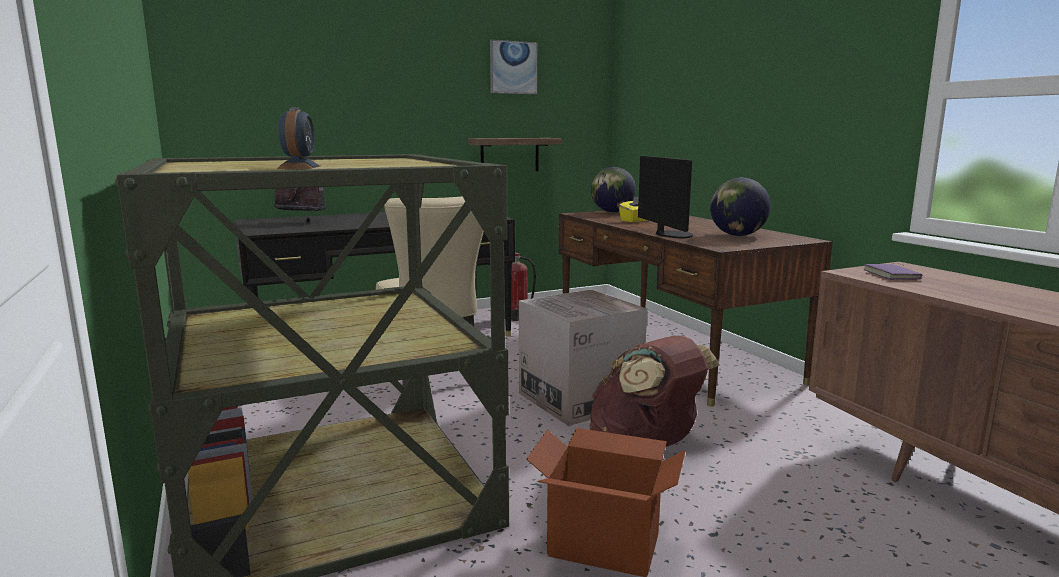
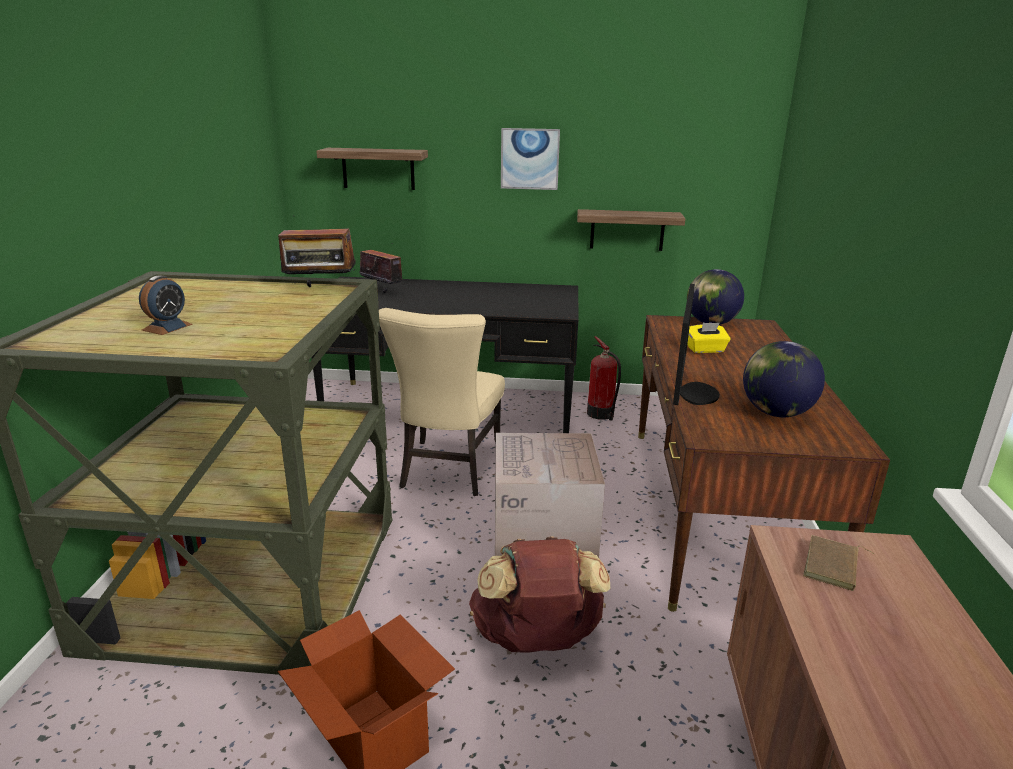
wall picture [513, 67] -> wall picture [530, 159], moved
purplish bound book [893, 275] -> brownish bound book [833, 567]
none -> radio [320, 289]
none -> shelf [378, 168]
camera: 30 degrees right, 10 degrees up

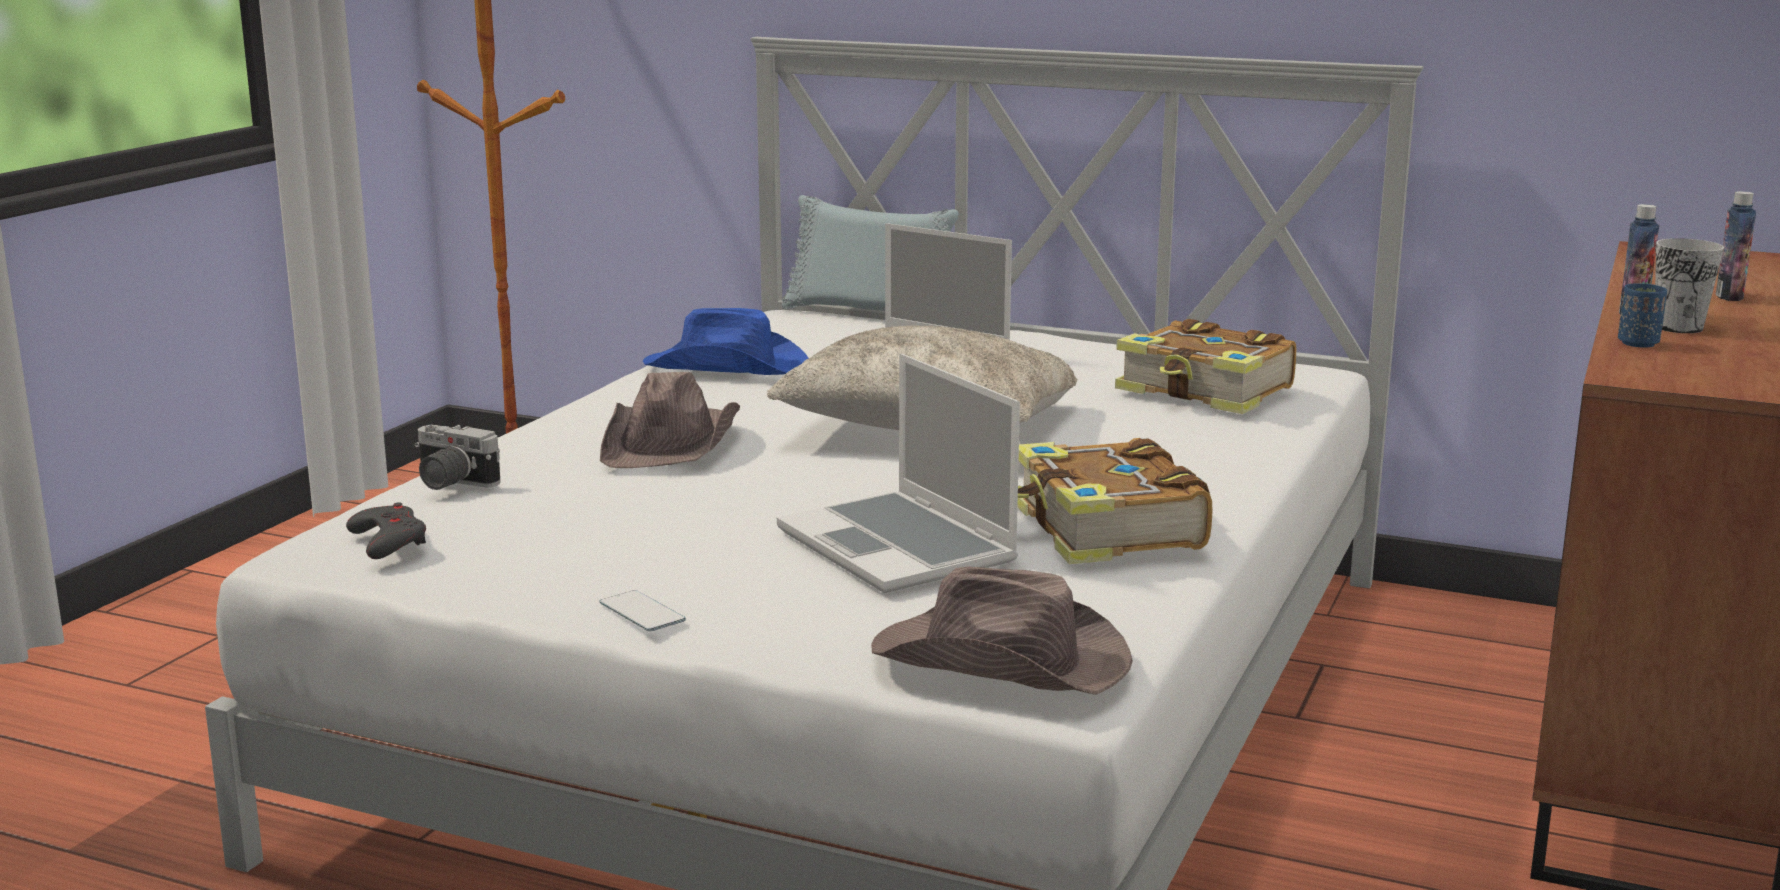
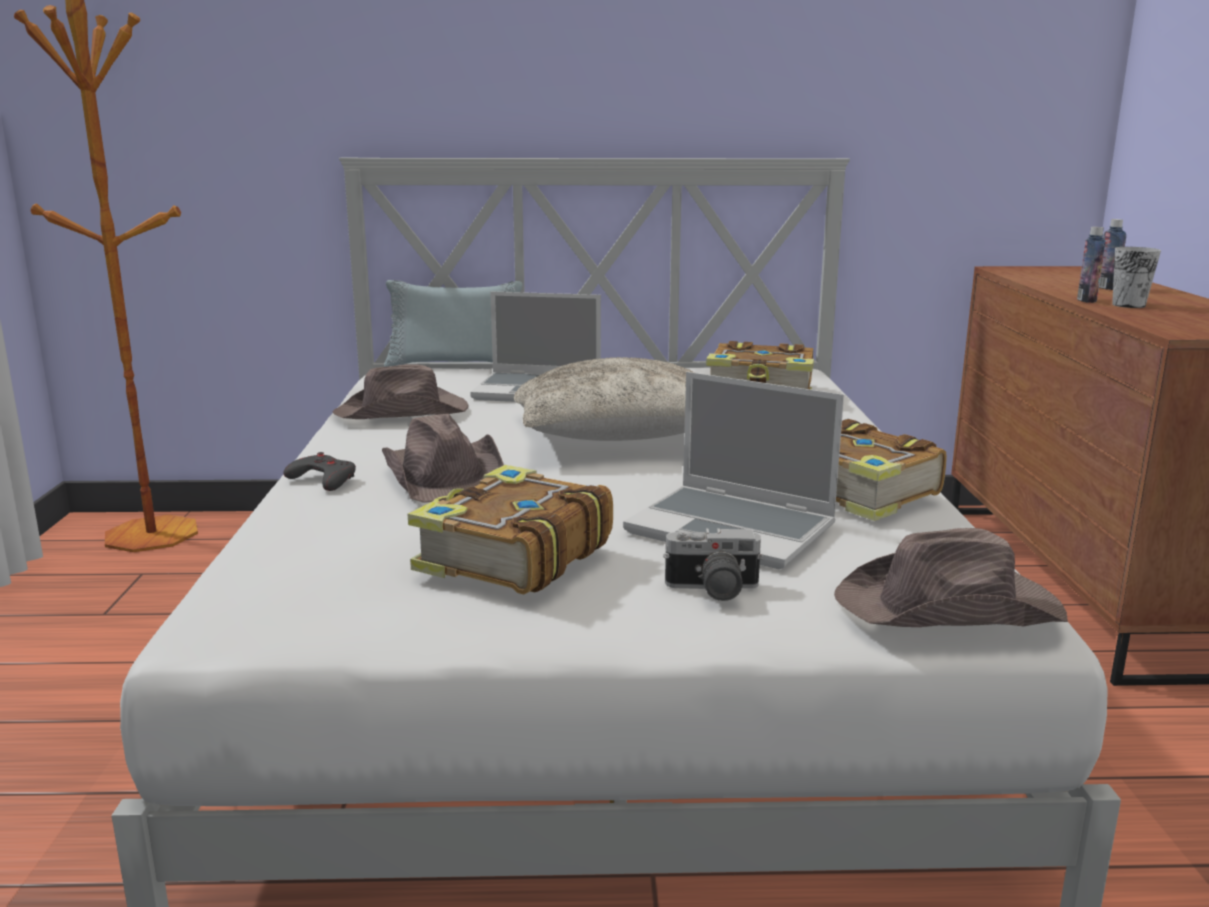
grey gamepad [388, 541] -> grey gamepad [323, 479], moved
photo camera [449, 484] -> photo camera [712, 591], moved
telephone [642, 612] -> none
blue-coloured clothing hat [728, 366] -> brownish clothing hat [403, 412]
blue-coloured cup [1638, 343] -> none
none -> bound book [511, 556]
camera: 25 degrees left, 0 degrees up

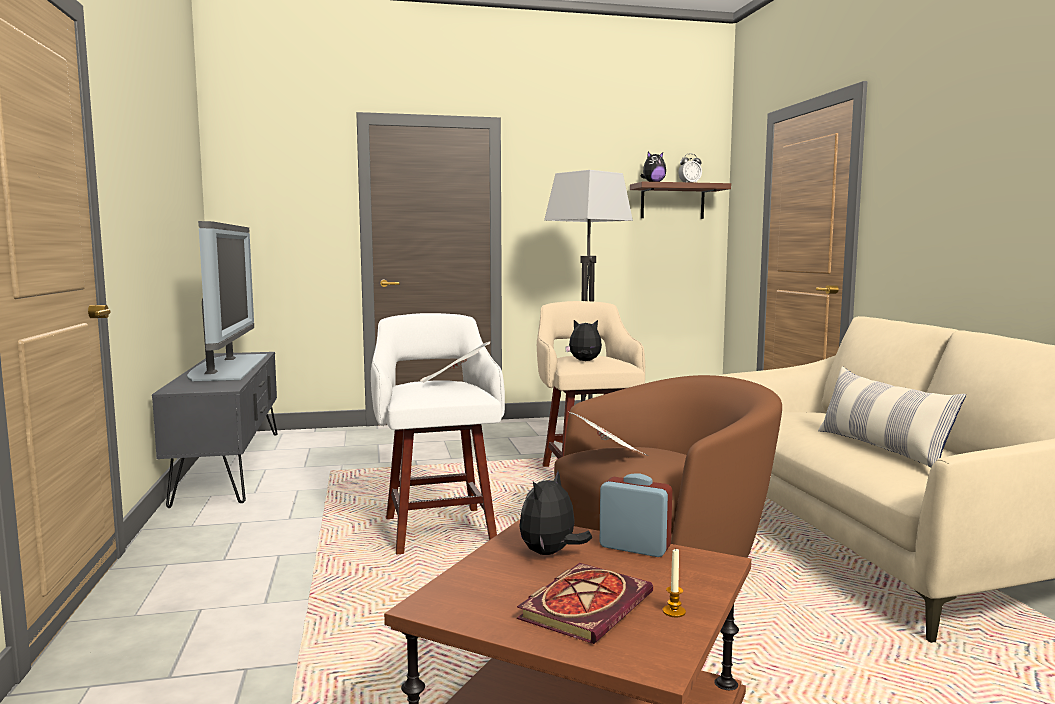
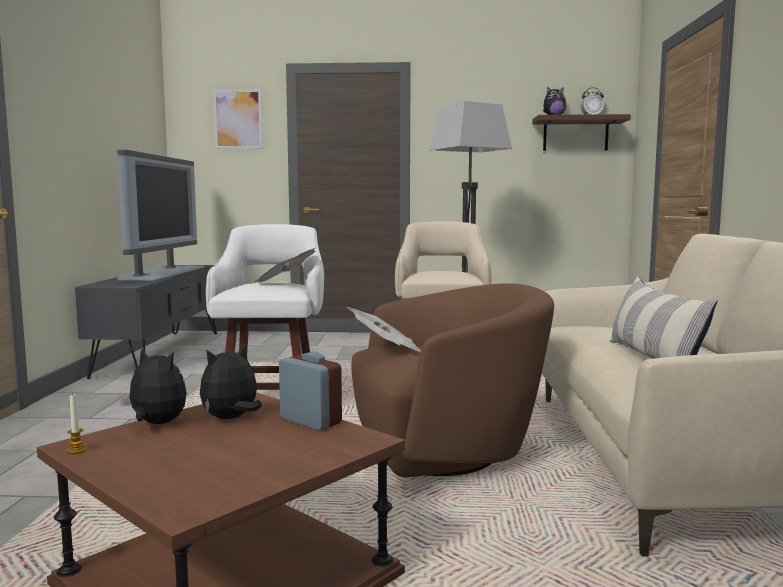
bound book [585, 605] -> none
soft toy [584, 361] -> soft toy [156, 424], moved
wax candle [674, 612] -> wax candle [76, 450], moved
none -> wall picture [238, 119]
camera: 15 degrees right, 0 degrees up

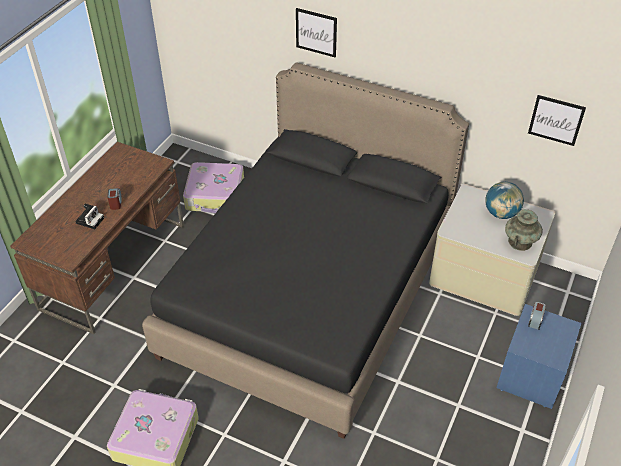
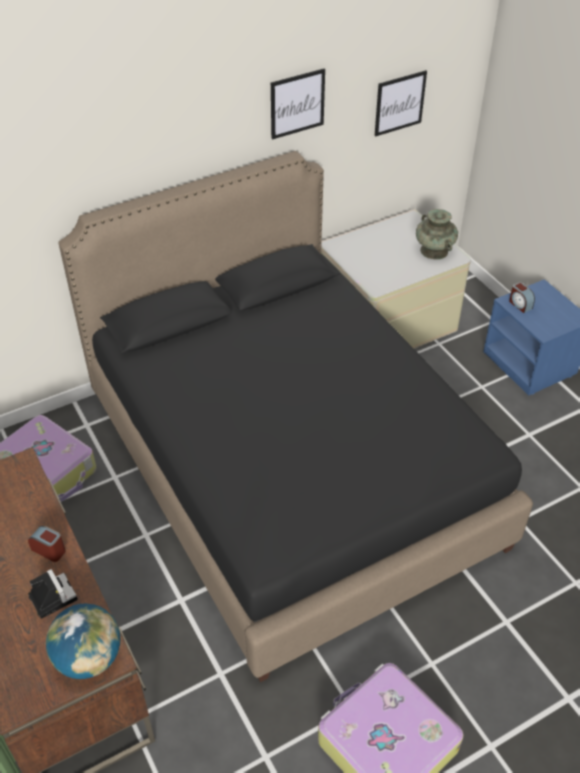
wall picture [316, 32] -> wall picture [297, 103], moved
globe [501, 213] -> globe [89, 658], moved
camera: 55 degrees left, 0 degrees up

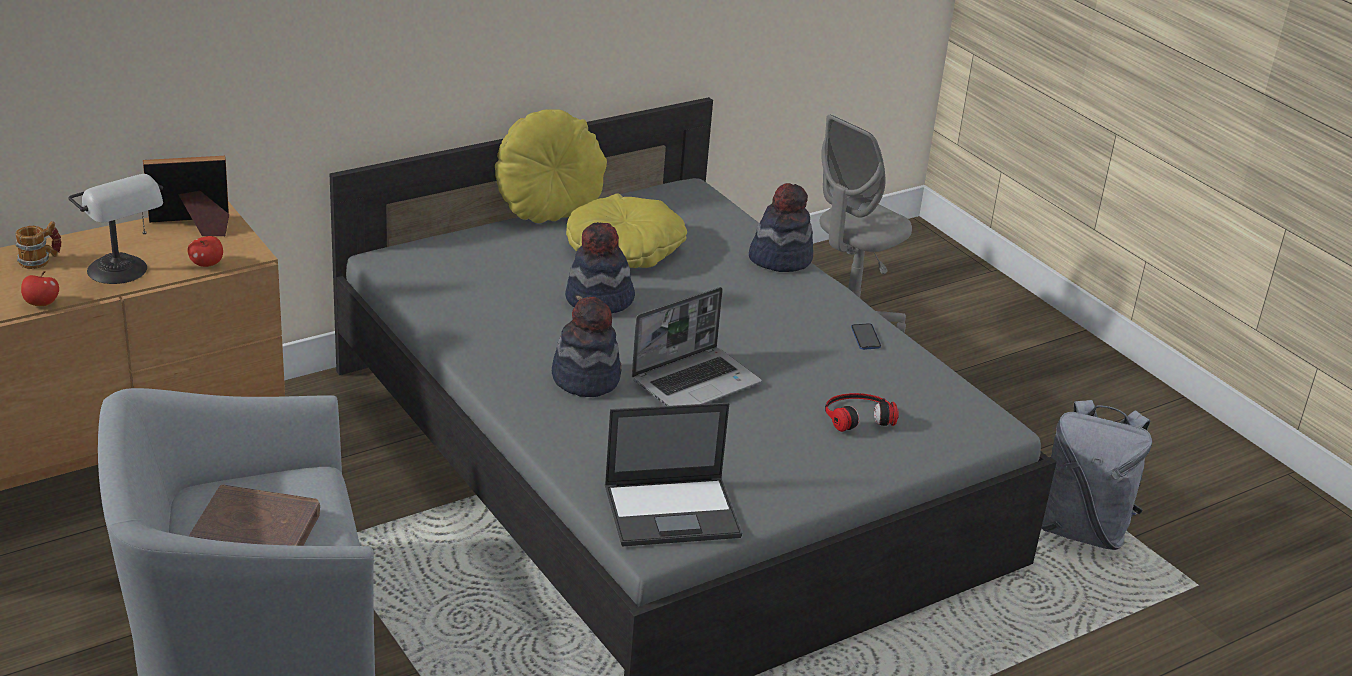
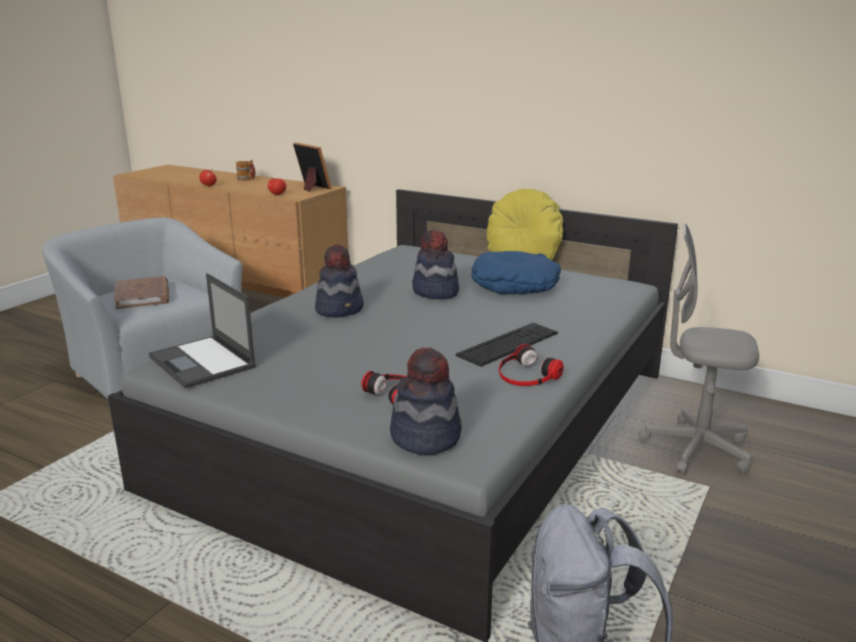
lamp for a table [124, 274] -> none
yellow-coloured throw pillow [622, 248] -> blue-coloured throw pillow [515, 286]
laptop [696, 381] -> none
clothing hat [780, 258] -> clothing hat [425, 436], moved
telephone [865, 338] -> headphones [526, 375]
none -> keyboard [508, 344]
camera: 65 degrees right, 10 degrees down

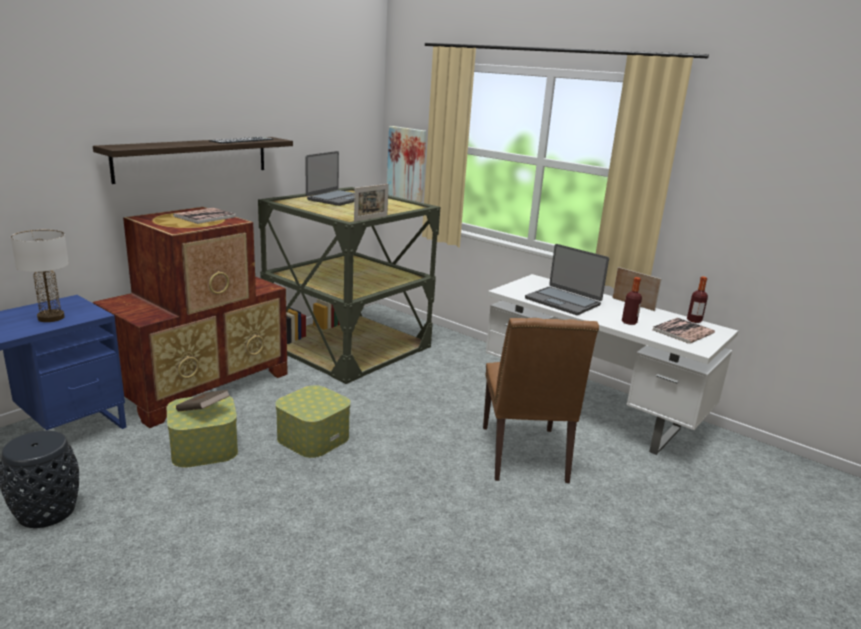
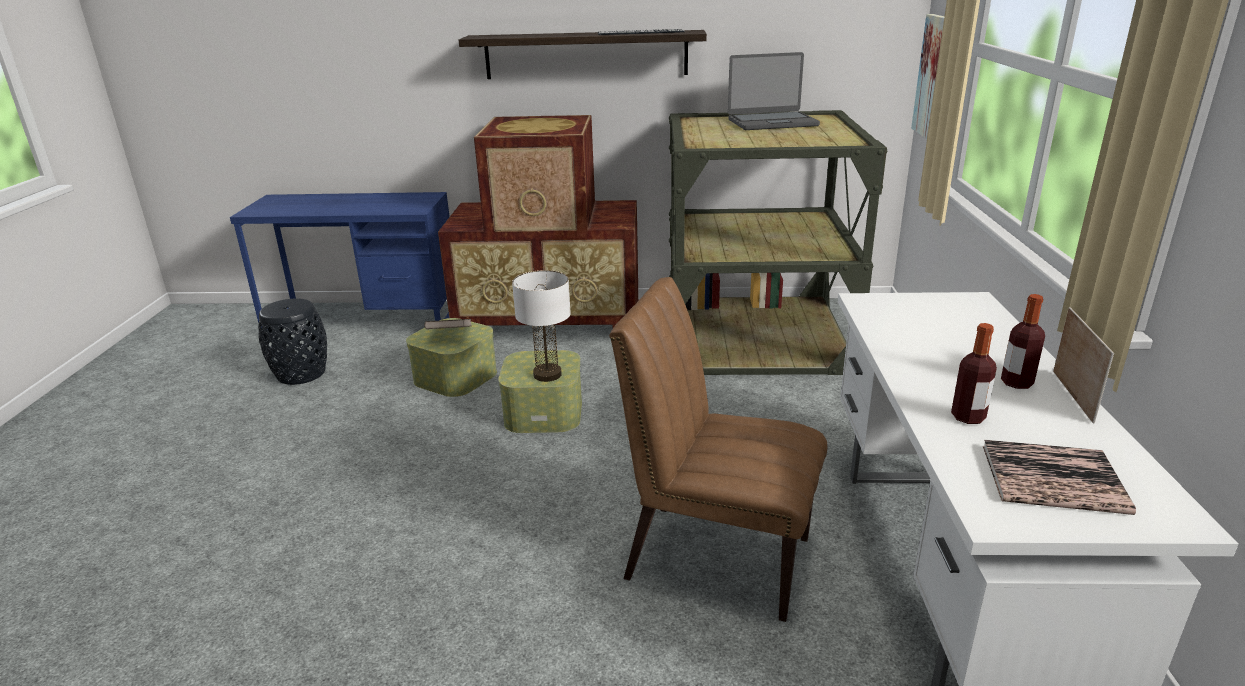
lamp for a table [51, 318] -> lamp for a table [547, 375], moved
bound book [205, 216] -> none
standing frame [371, 218] -> none
brownish upright chair [523, 453] -> brownish upright chair [719, 559], 60 degrees clockwise
laptop [563, 301] -> none
drink bottle [694, 320] -> drink bottle [1016, 383], moved
camera: 55 degrees right, 5 degrees up

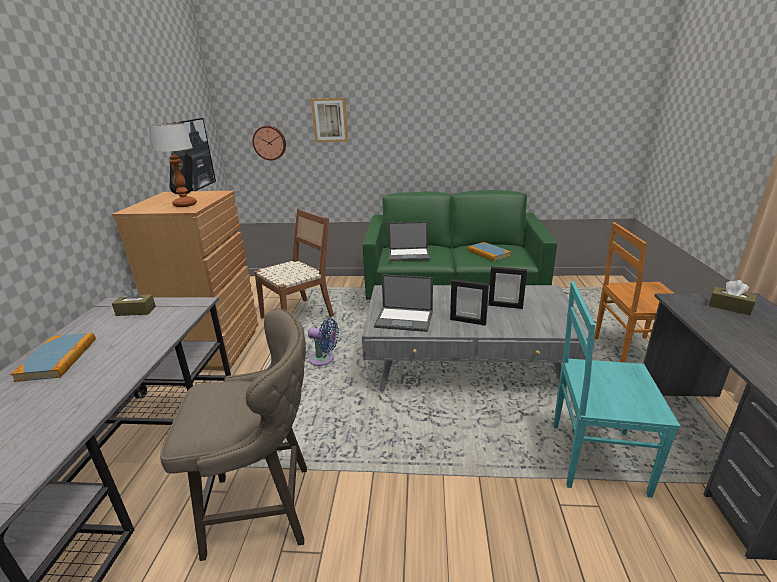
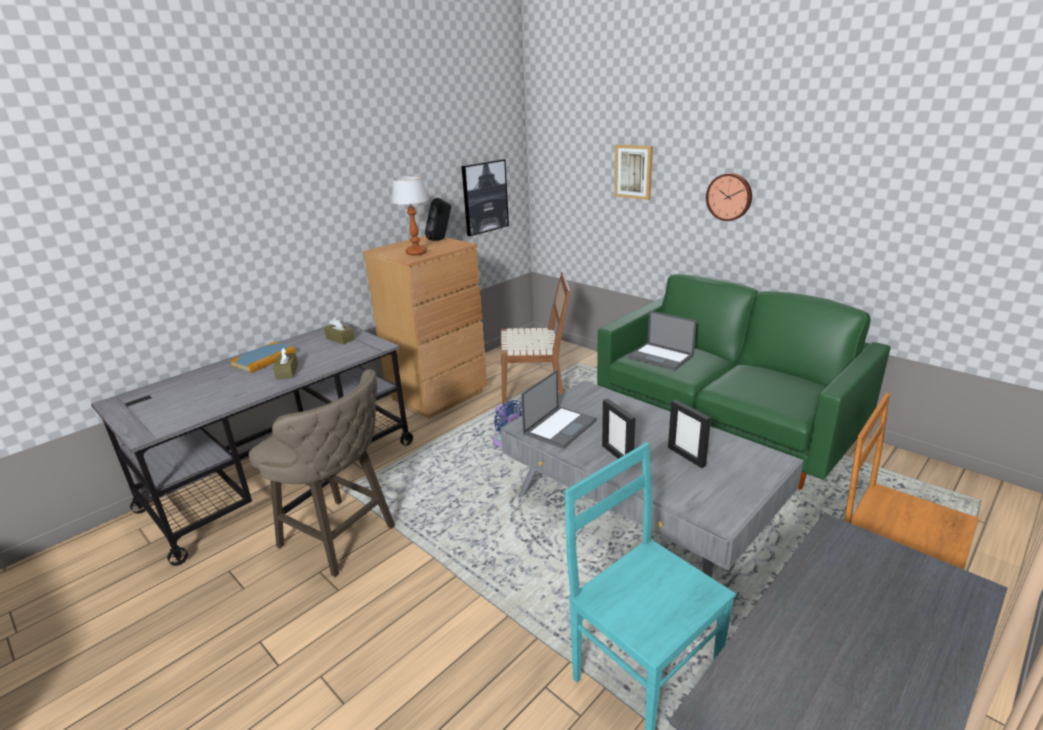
clock on the wall [269, 142] -> clock on the wall [729, 196], moved
laptop [405, 319] -> laptop [560, 427], 105 degrees counterclockwise
bound book [488, 253] -> none
brownish box of tissues [729, 307] -> brownish box of tissues [287, 372], moved
camera: 40 degrees right, 0 degrees up

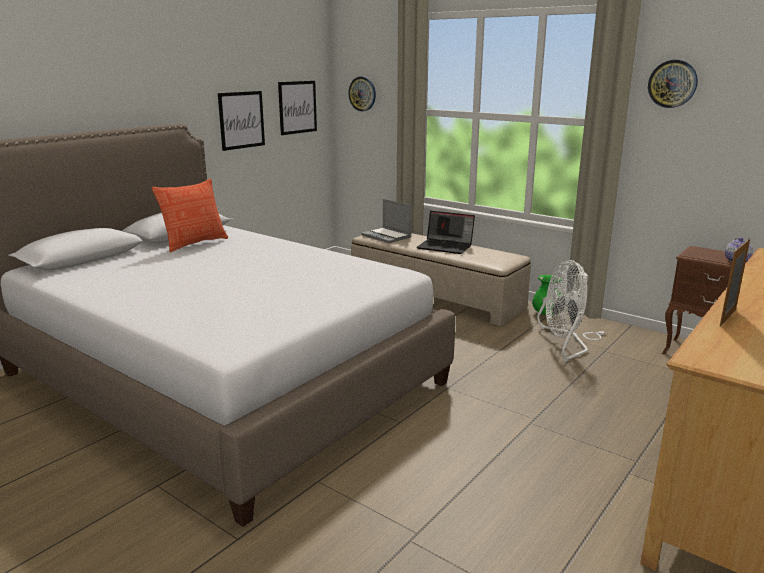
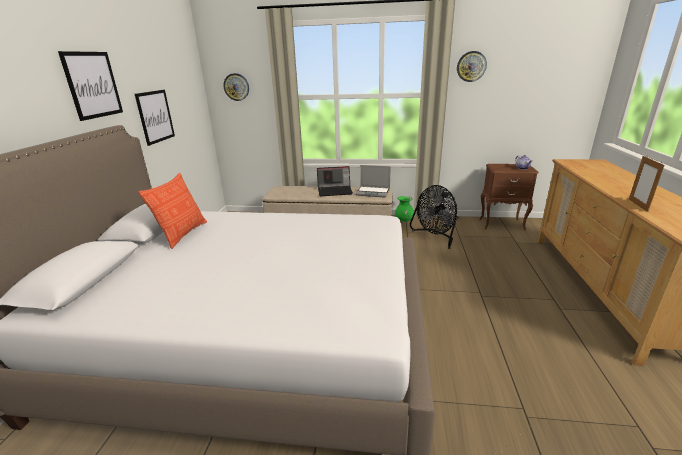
wall picture [297, 107] -> wall picture [93, 85], moved
laptop [387, 236] -> laptop [373, 192], moved
whitish fan [567, 342] -> blackish fan [435, 236]
camera: 30 degrees left, 5 degrees up

